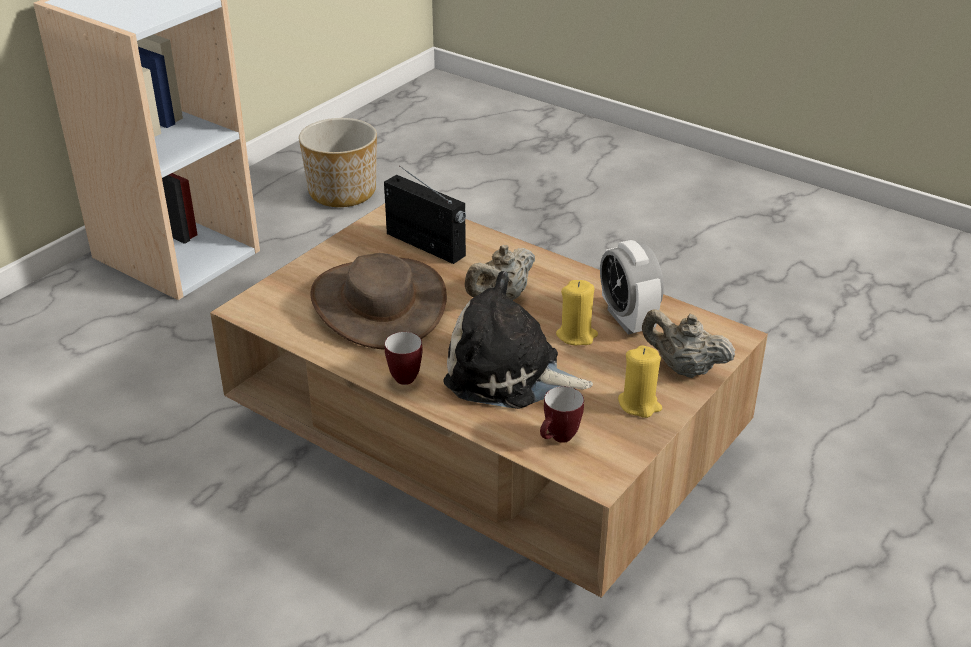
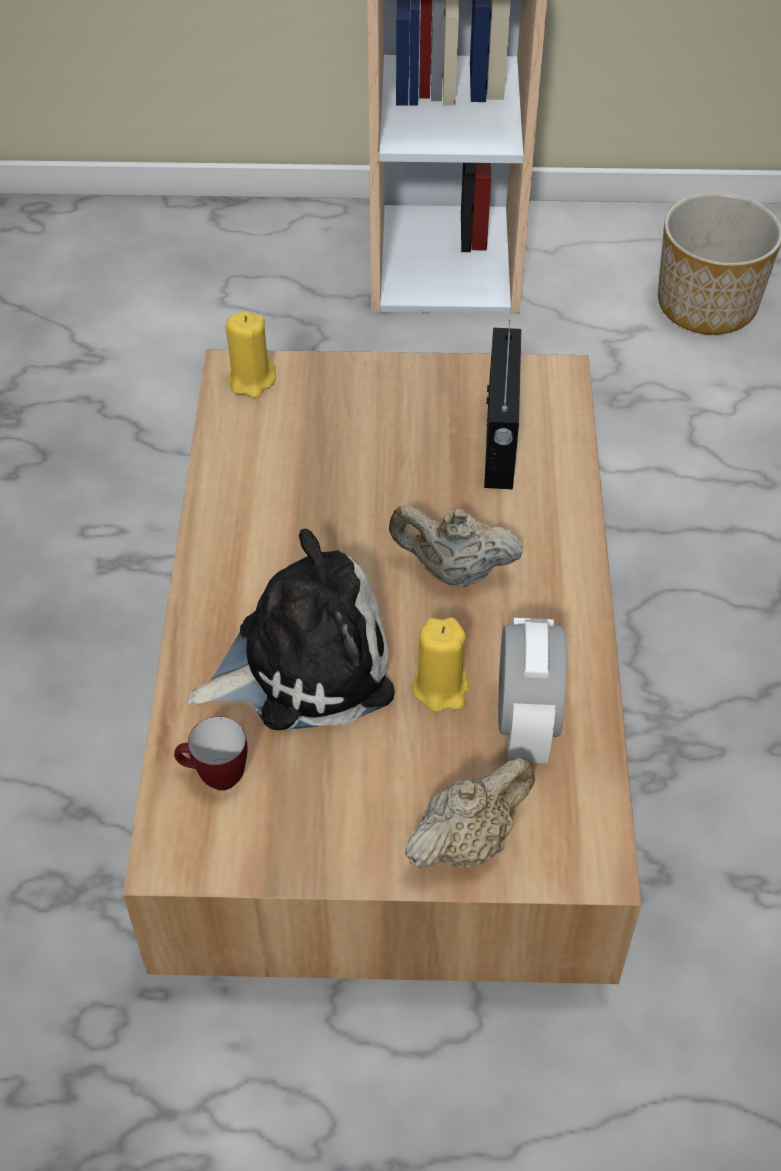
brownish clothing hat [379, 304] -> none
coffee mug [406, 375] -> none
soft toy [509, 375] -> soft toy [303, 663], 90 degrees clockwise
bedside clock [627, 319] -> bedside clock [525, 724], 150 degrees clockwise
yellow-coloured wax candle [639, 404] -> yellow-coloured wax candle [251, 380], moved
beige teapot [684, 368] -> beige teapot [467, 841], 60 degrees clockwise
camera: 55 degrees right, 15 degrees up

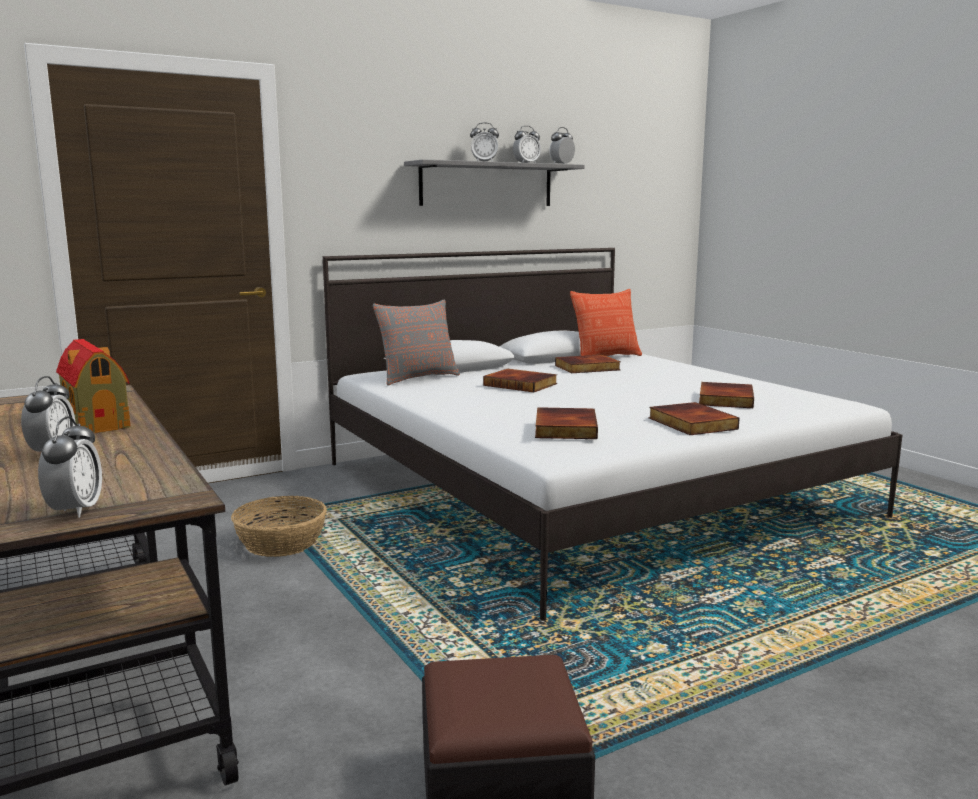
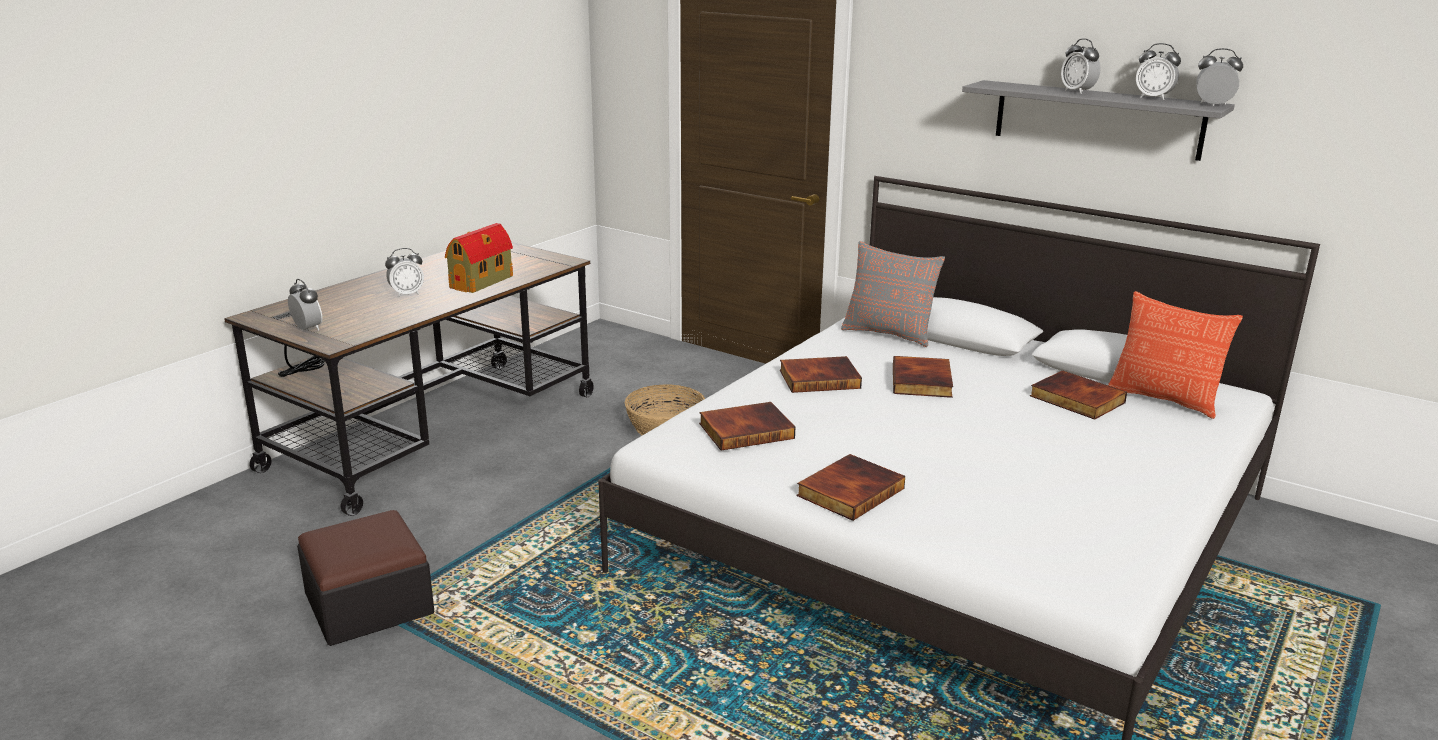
bedside clock [75, 510] -> bedside clock [308, 329], 105 degrees counterclockwise
bound book [724, 399] -> bound book [819, 378], moved
camera: 65 degrees right, 10 degrees up

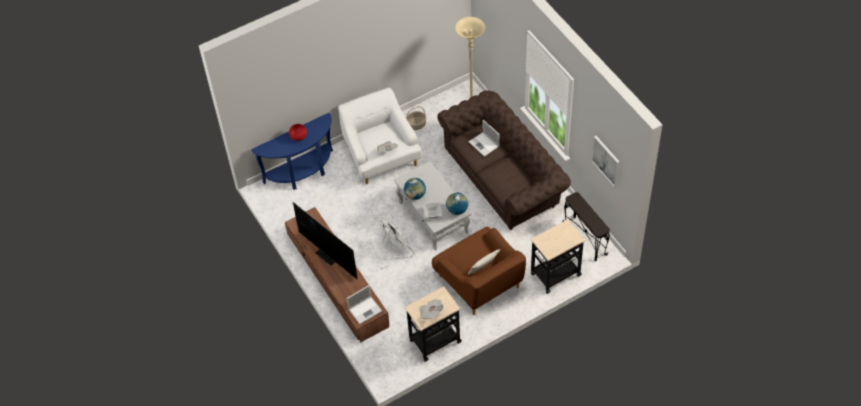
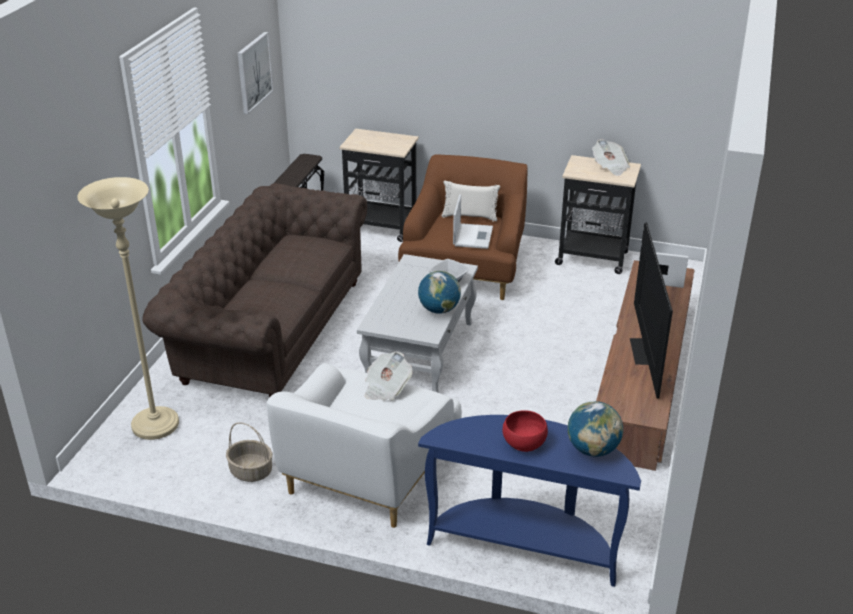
whitish fan [393, 250] -> none
globe [457, 210] -> globe [592, 450], moved
laptop [484, 144] -> laptop [472, 236], moved
camera: 135 degrees left, 20 degrees down

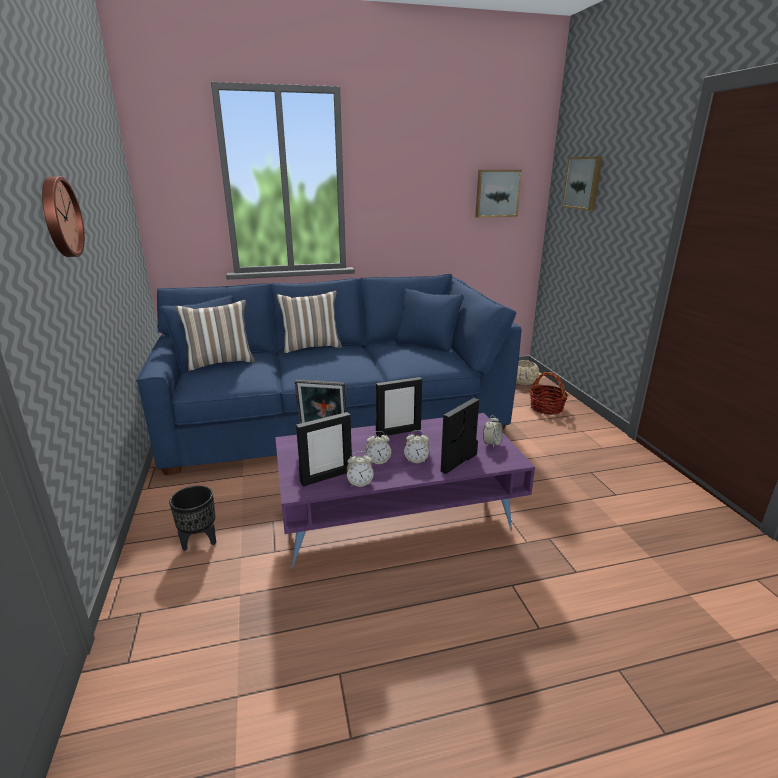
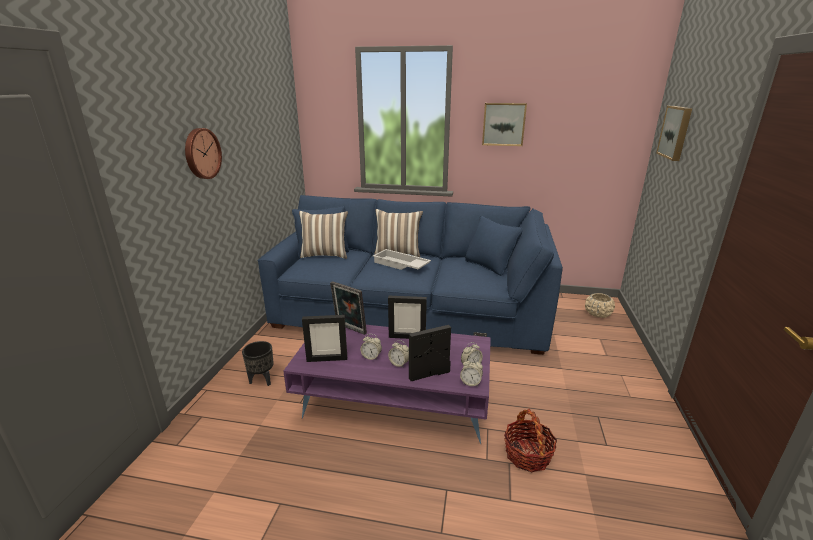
bedside clock [360, 483] -> bedside clock [470, 383], moved
wall picture [497, 193] -> wall picture [503, 124], moved
basket [546, 408] -> basket [527, 455], moved
none -> whitish carrying tray [400, 265]
camera: 25 degrees right, 0 degrees up

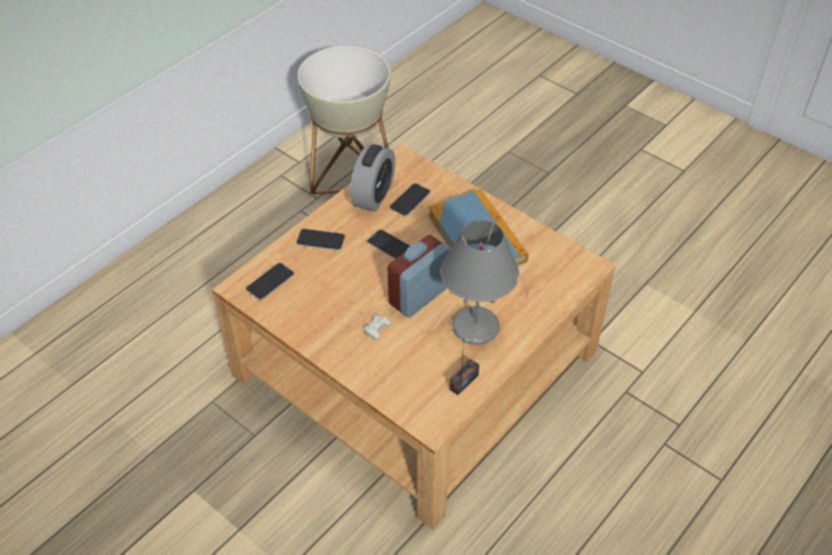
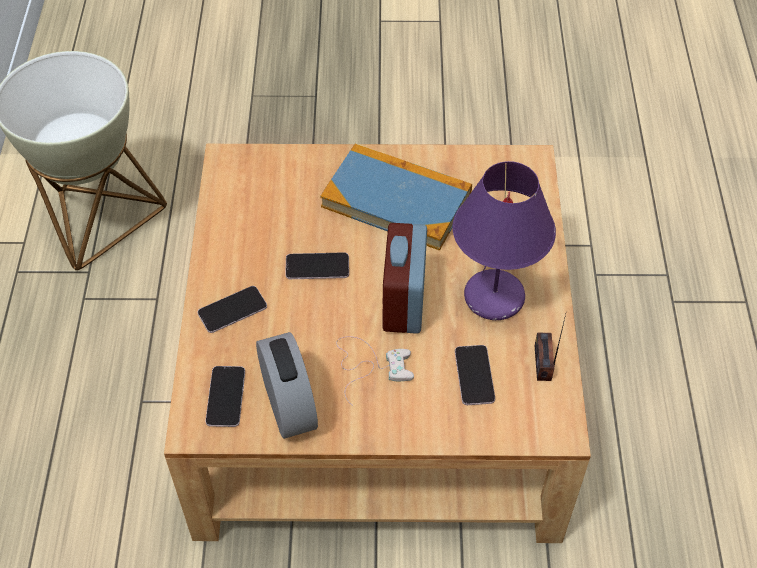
bedside clock [373, 196] -> bedside clock [289, 405], moved
telephone [410, 200] -> telephone [474, 375], moved
grey lamp for a table [474, 328] -> purplish lamp for a table [494, 298]
camera: 40 degrees left, 5 degrees up

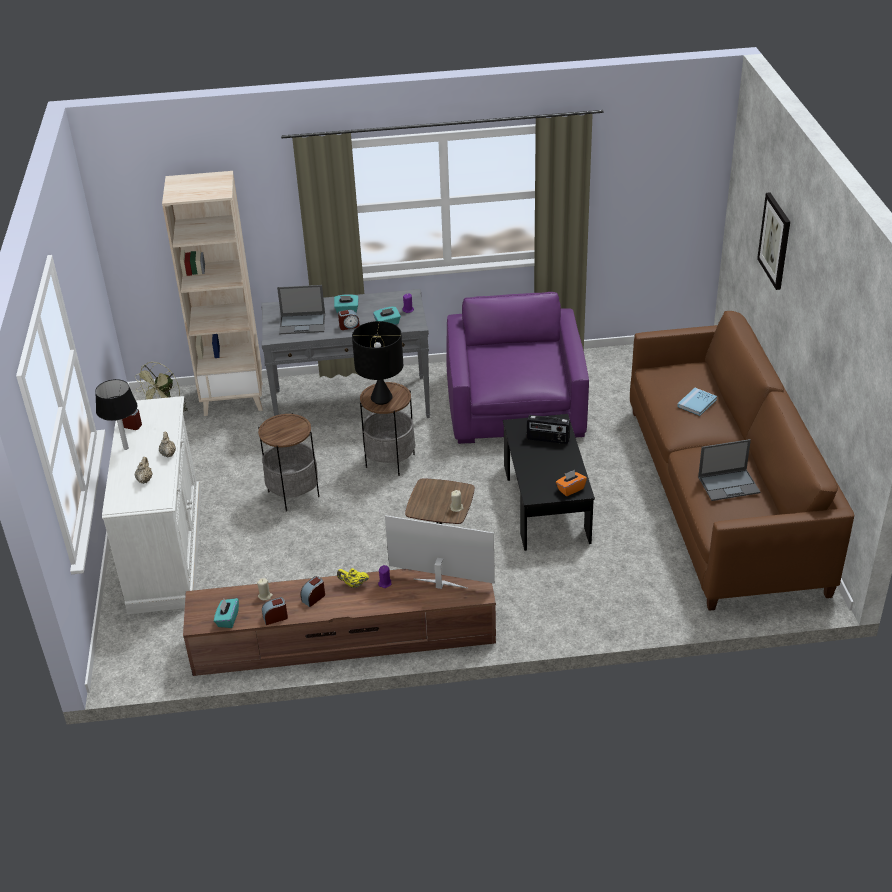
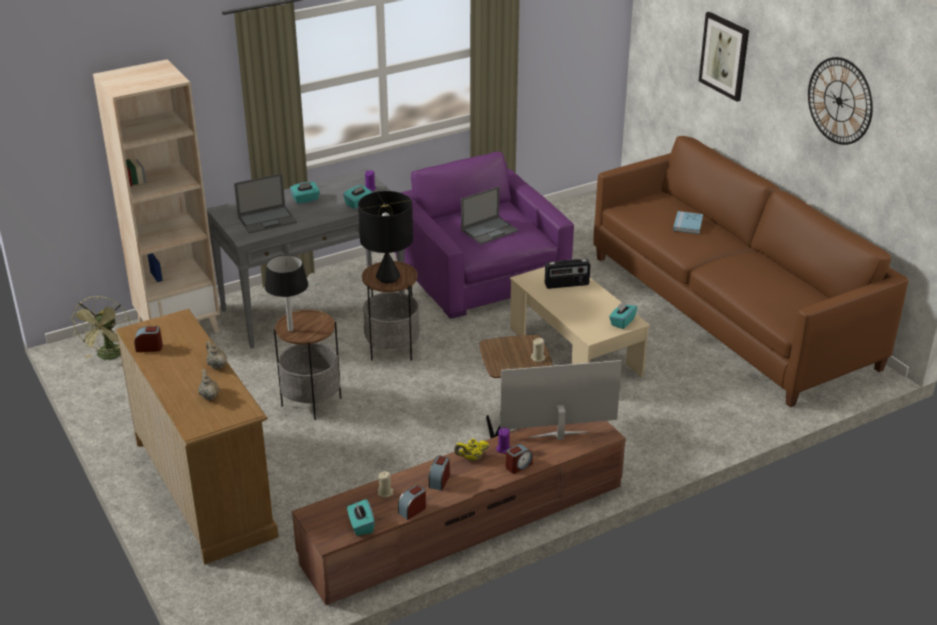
blackish lamp for a table [125, 448] -> blackish lamp for a table [290, 330], moved
whitish cupboard [167, 548] -> brownish cupboard [204, 487]
bedside clock [349, 326] -> bedside clock [518, 466], moved
blackish coffee table [546, 503] -> beige coffee table [575, 352]
orangey box of tissues [570, 489] -> blue-green box of tissues [622, 322]
laptop [729, 485] -> laptop [490, 230], moved
none -> clock on the wall [839, 101]
camera: 25 degrees left, 5 degrees down

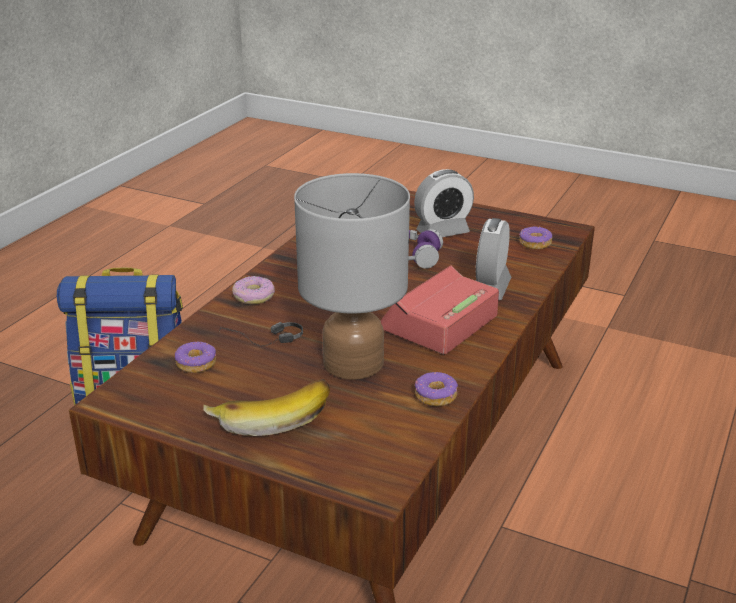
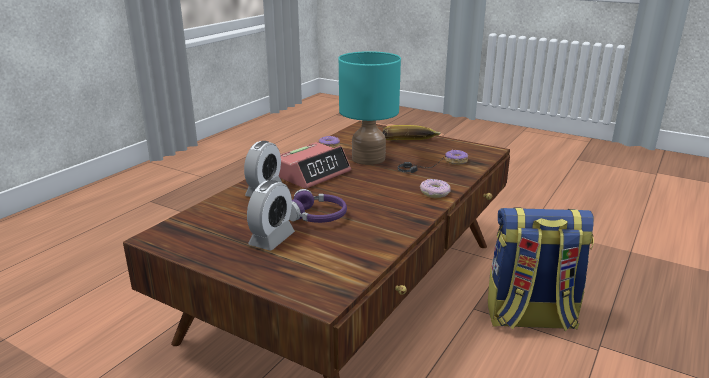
grey lamp for a table [354, 363] -> blue-green lamp for a table [367, 158]
bedside clock [442, 232] -> bedside clock [272, 239], 135 degrees clockwise
donut [535, 244] -> none
camera: 175 degrees left, 5 degrees down

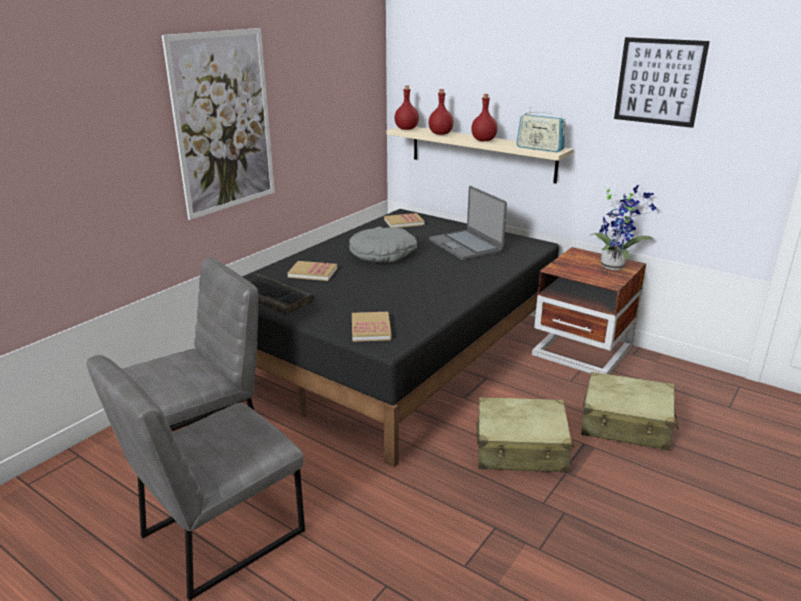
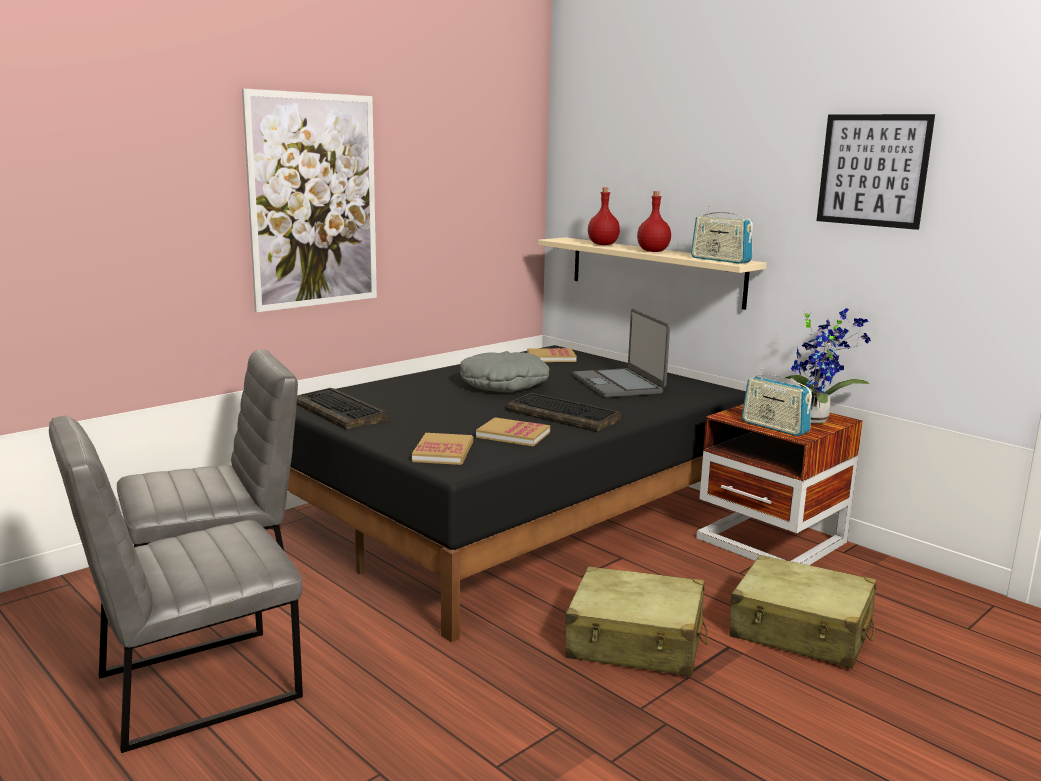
bound book [313, 273] -> bound book [513, 435], moved
reddish drink bottle [407, 129] -> none
none -> keyboard [564, 415]
none -> radio [774, 427]
camera: 10 degrees right, 10 degrees down

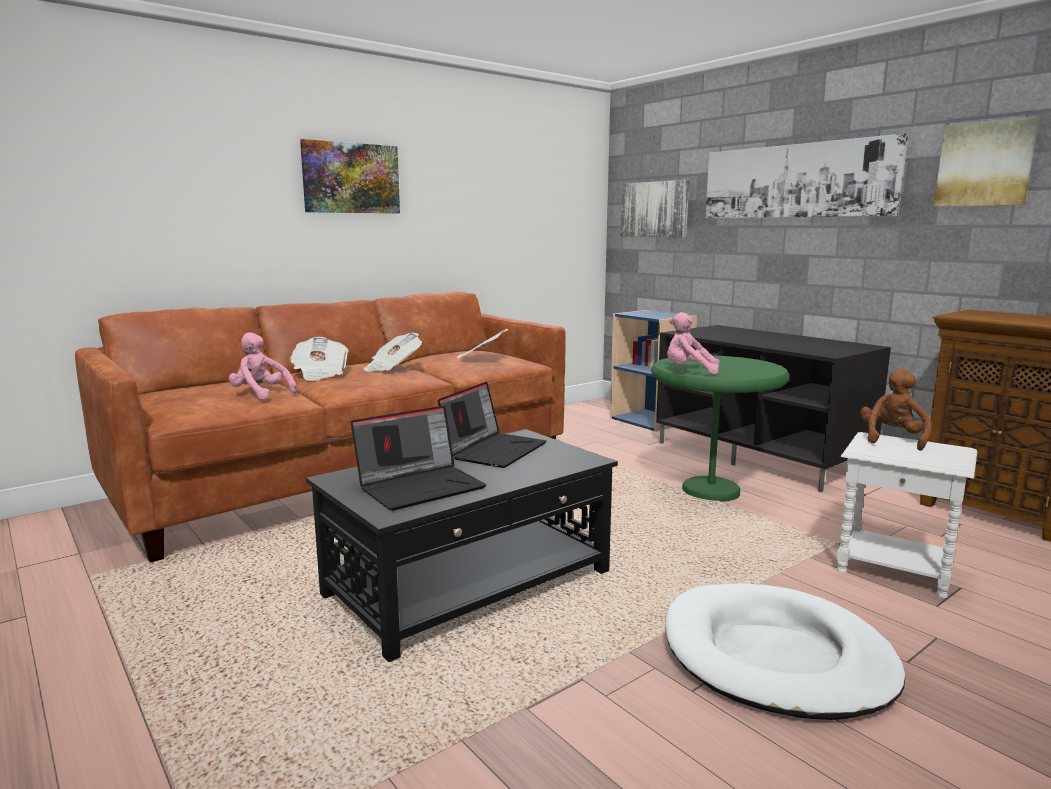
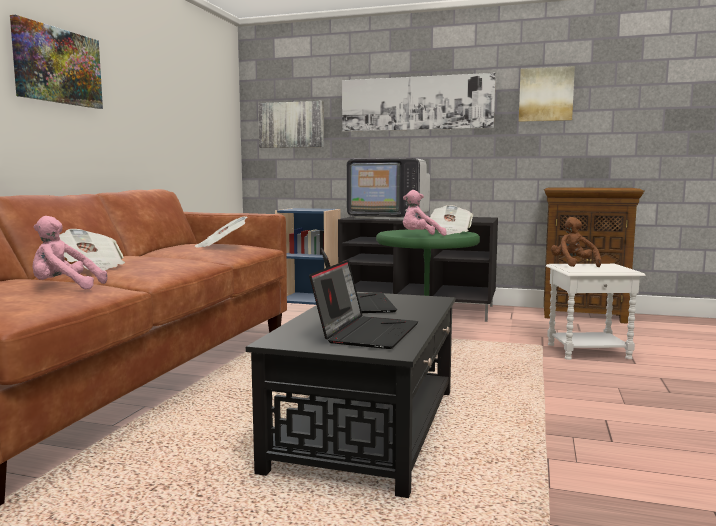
printed paper [393, 368] -> printed paper [450, 232], moved
whitish dog cushion [776, 657] -> none
none -> TV set [388, 217]
camera: 35 degrees left, 5 degrees down

